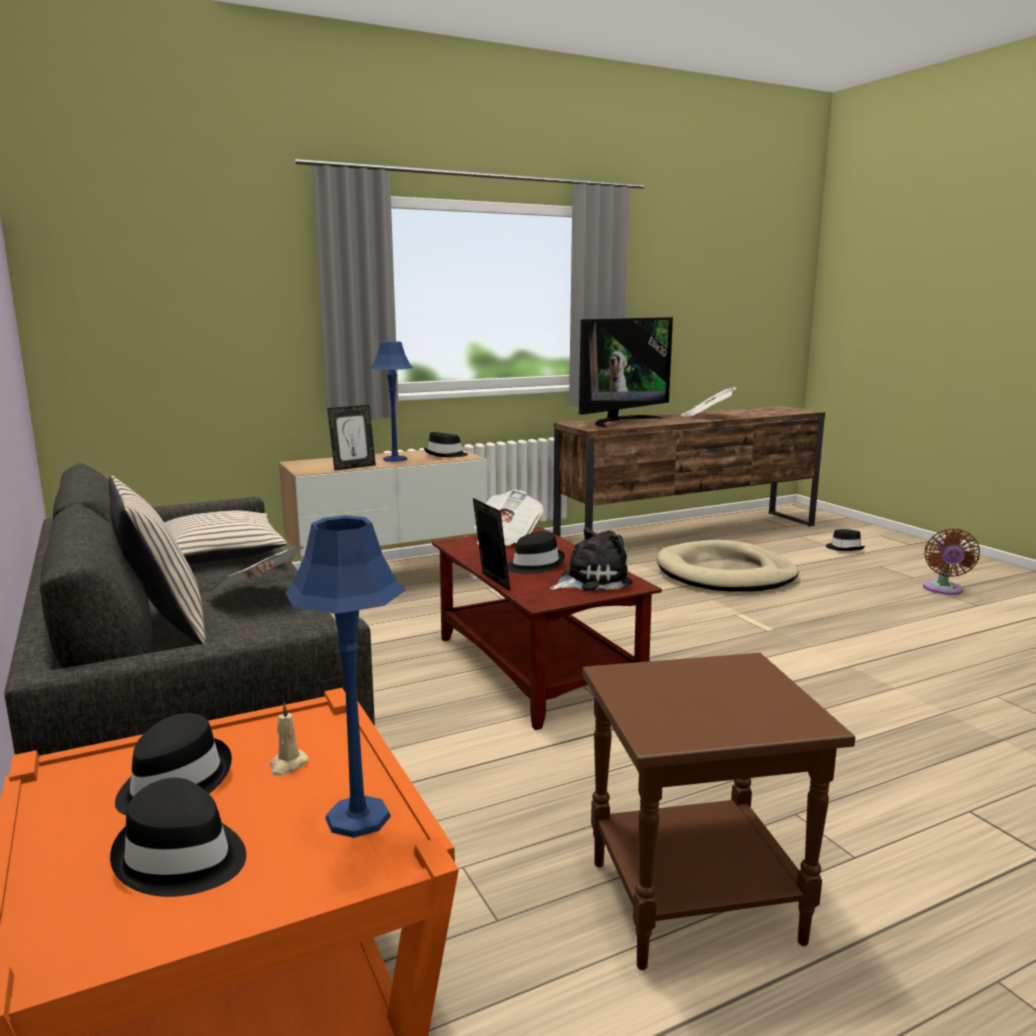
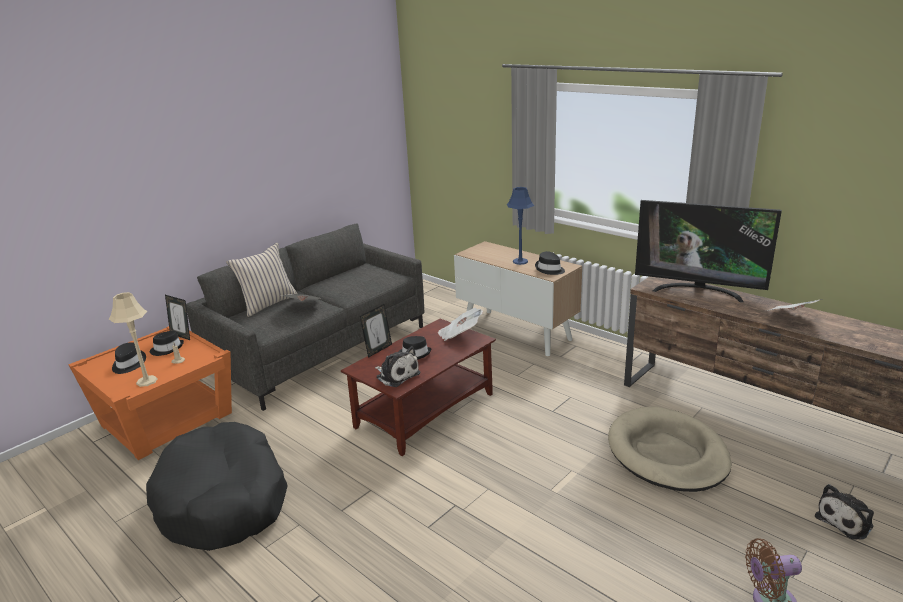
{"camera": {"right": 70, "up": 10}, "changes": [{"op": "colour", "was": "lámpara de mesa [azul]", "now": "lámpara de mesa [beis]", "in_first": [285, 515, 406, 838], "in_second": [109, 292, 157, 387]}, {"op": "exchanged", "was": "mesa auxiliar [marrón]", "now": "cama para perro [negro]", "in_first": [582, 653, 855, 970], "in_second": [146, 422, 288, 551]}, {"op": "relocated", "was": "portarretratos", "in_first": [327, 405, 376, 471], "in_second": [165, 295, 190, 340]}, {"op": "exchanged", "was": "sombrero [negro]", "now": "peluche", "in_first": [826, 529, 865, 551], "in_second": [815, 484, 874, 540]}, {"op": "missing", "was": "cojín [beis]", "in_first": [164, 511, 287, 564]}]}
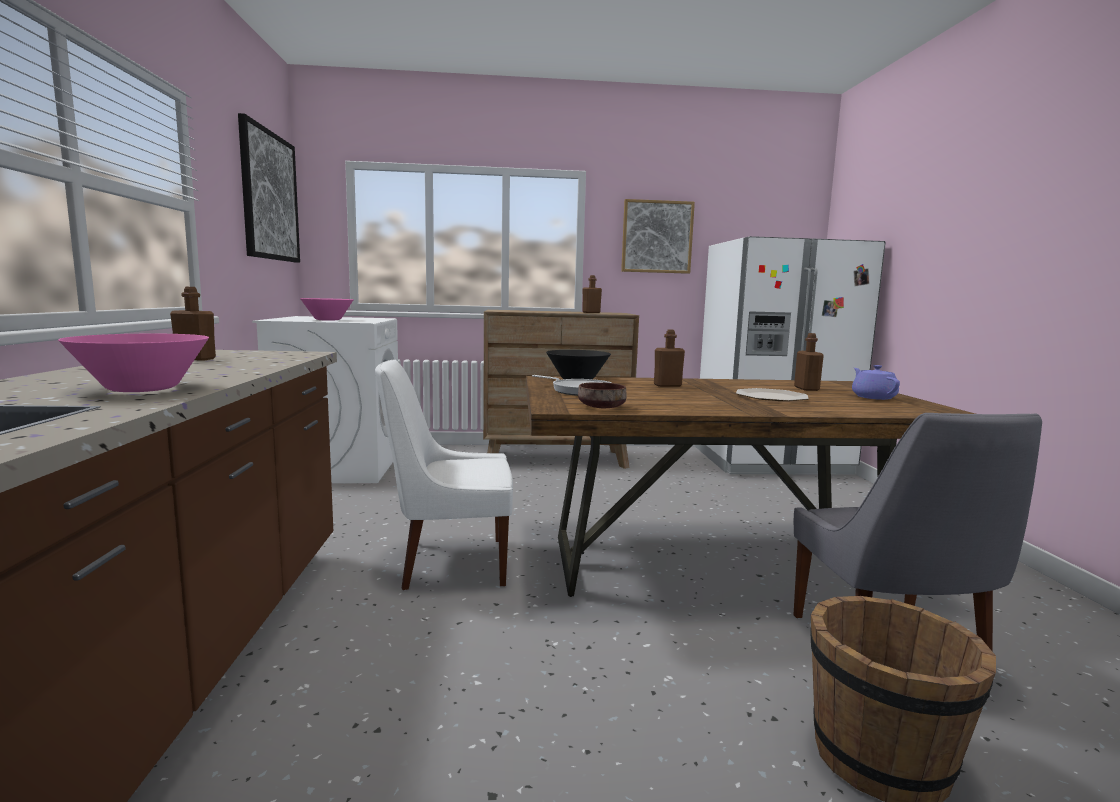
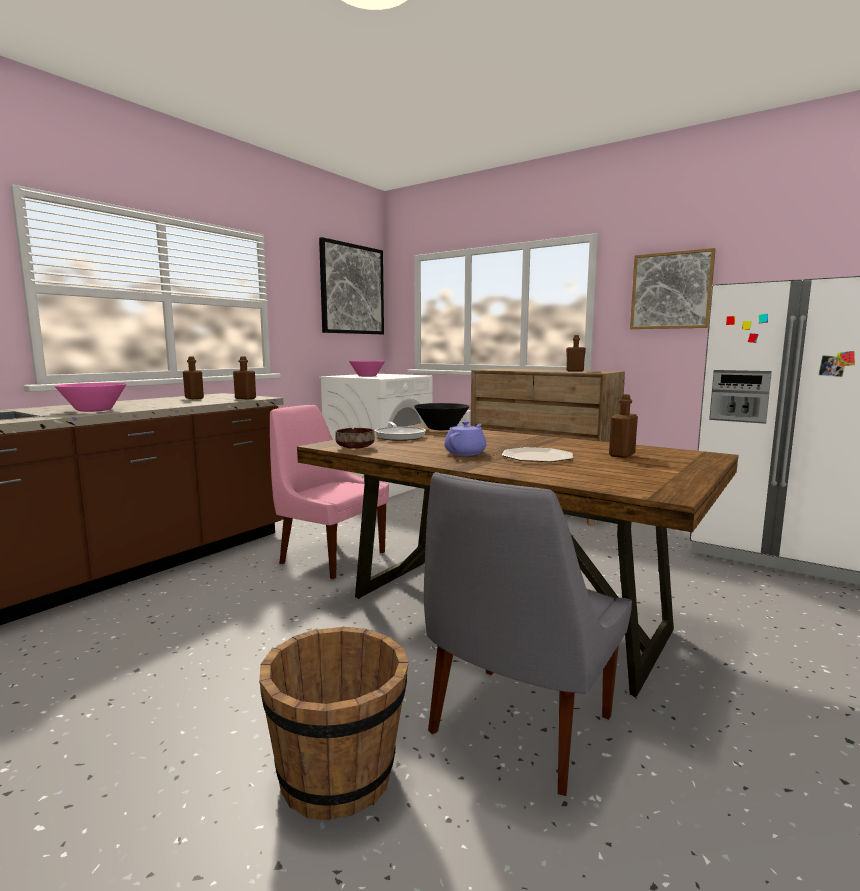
{"camera": {"right": 40, "up": 0}, "changes": [{"op": "relocated", "was": "botella [marrón]", "in_first": [654, 330, 685, 387], "in_second": [233, 357, 256, 400]}, {"op": "colour", "was": "silla [blanco]", "now": "silla [rosa]", "in_first": [375, 359, 513, 590], "in_second": [270, 405, 389, 579]}, {"op": "relocated", "was": "tetera [morado]", "in_first": [852, 365, 900, 400], "in_second": [444, 421, 486, 456]}]}
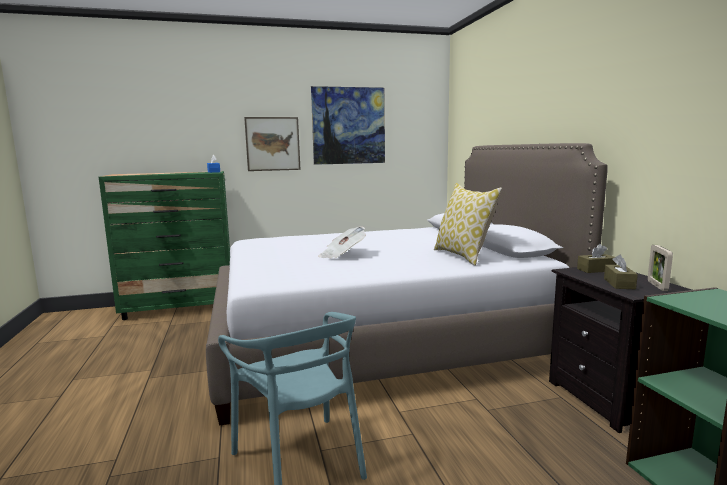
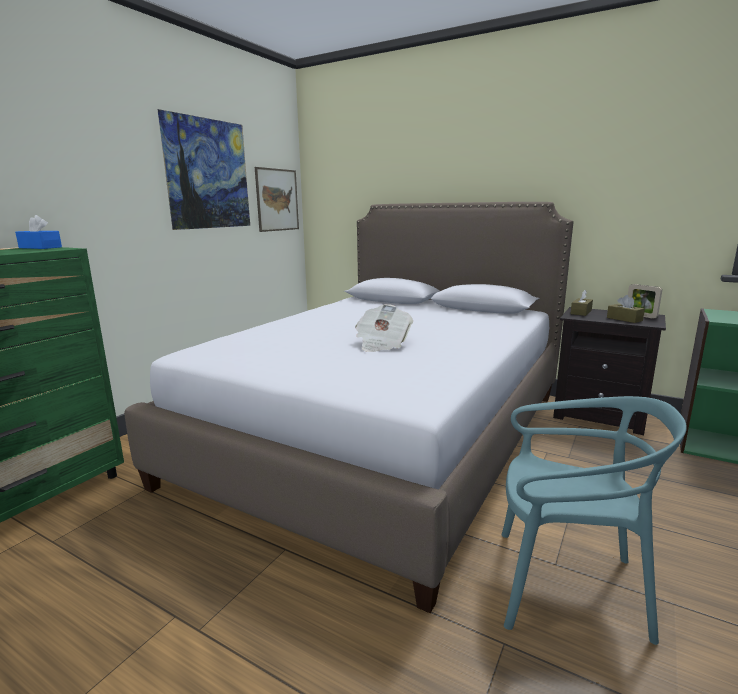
{"camera": {"right": -45, "up": 5}, "changes": [{"op": "relocated", "was": "cuadro", "in_first": [244, 117, 301, 171], "in_second": [255, 167, 299, 232]}, {"op": "missing", "was": "cojín", "in_first": [434, 183, 502, 266]}]}
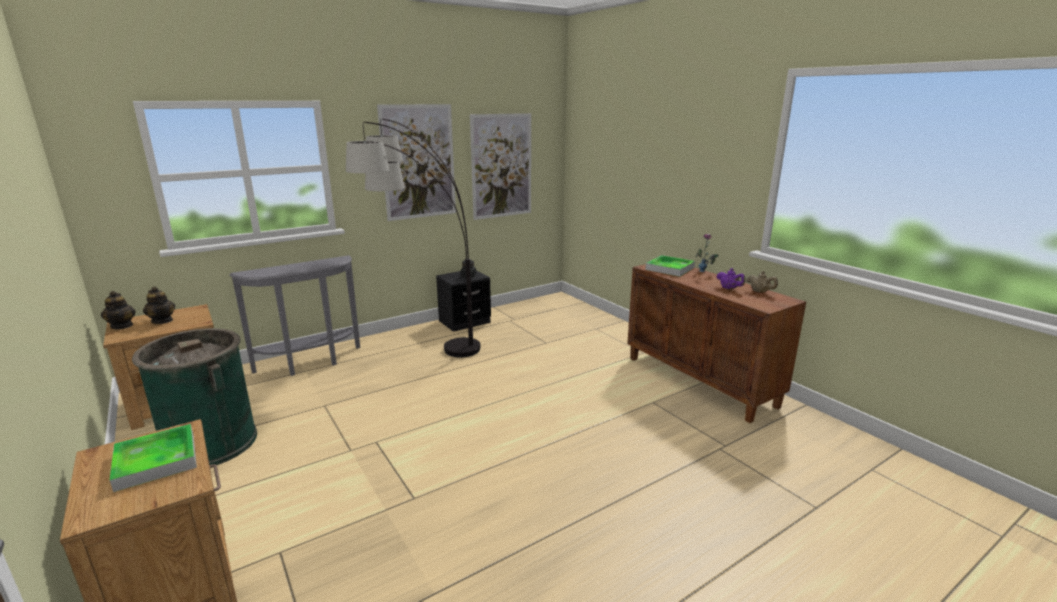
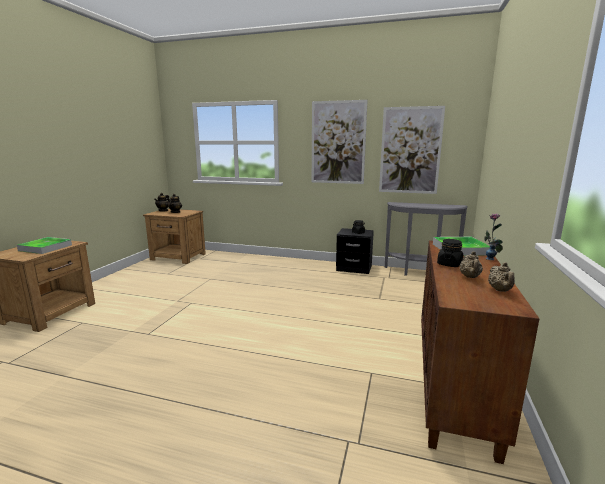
{"camera": {"right": 50, "up": -5}, "changes": [{"op": "relocated", "was": "mesa consola [gris]", "in_first": [229, 255, 360, 376], "in_second": [385, 202, 468, 276]}, {"op": "appeared", "now": "tarro [negro]", "in_second": [437, 239, 463, 267]}, {"op": "colour", "was": "tetera [morado]", "now": "tetera [beis]", "in_first": [716, 268, 745, 289], "in_second": [459, 251, 483, 278]}, {"op": "missing", "was": "papelera [verde]", "in_first": [132, 328, 257, 465]}, {"op": "missing", "was": "lámpara de pie", "in_first": [346, 119, 481, 357]}]}
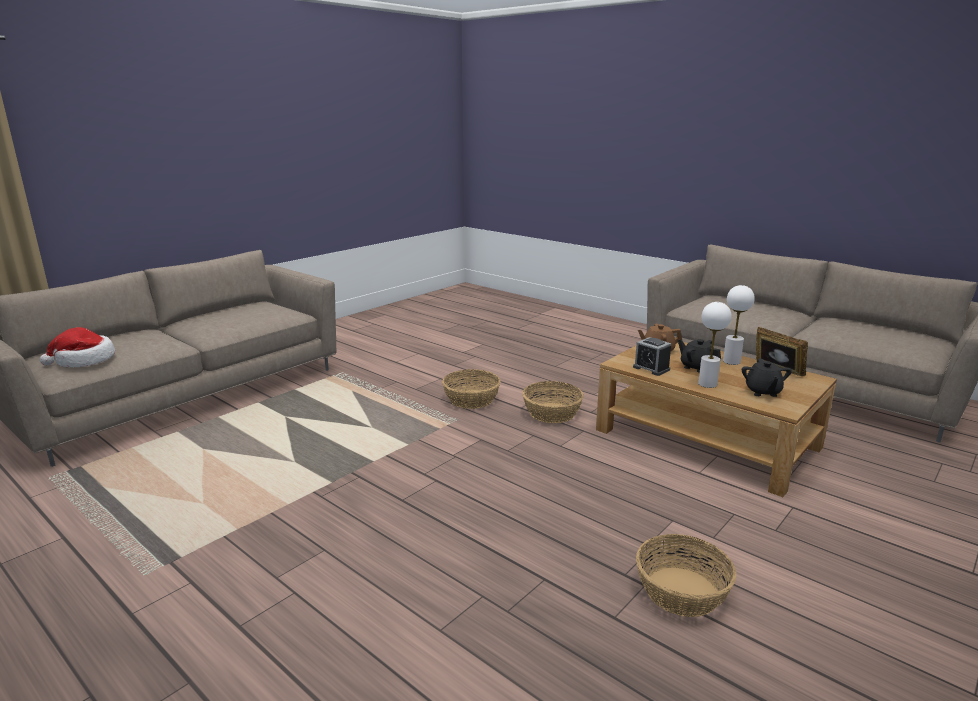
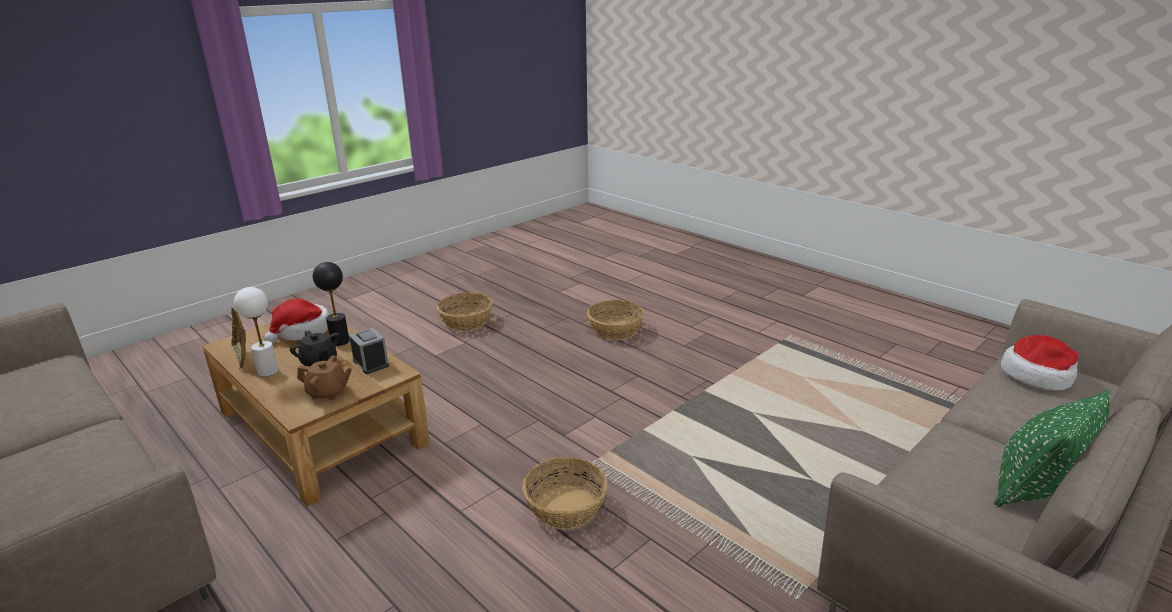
{"camera": {"right": -175, "up": 5}, "changes": [{"op": "exchanged", "was": "tetera [negro]", "now": "sombrero", "in_first": [742, 359, 792, 397], "in_second": [263, 298, 330, 344]}, {"op": "colour", "was": "lámpara de mesa [blanco]", "now": "lámpara de mesa [negro]", "in_first": [698, 302, 732, 388], "in_second": [313, 262, 350, 346]}, {"op": "relocated", "was": "cesta", "in_first": [522, 381, 584, 423], "in_second": [587, 300, 644, 340]}, {"op": "appeared", "now": "cojín [verde]", "in_second": [994, 390, 1110, 507]}]}
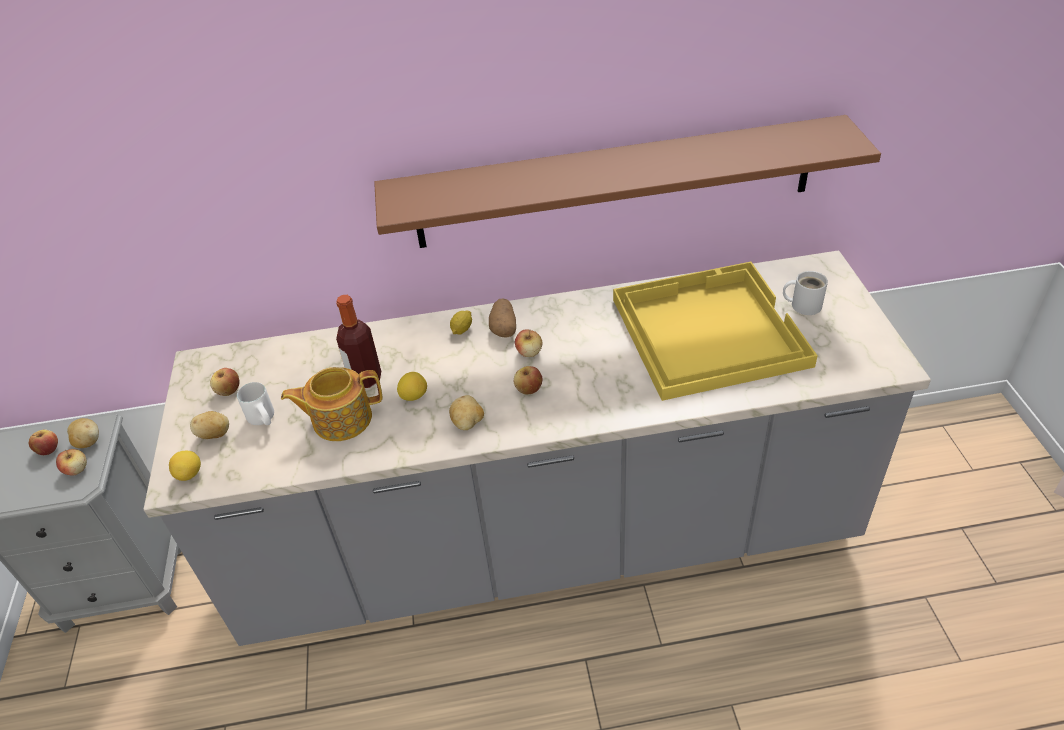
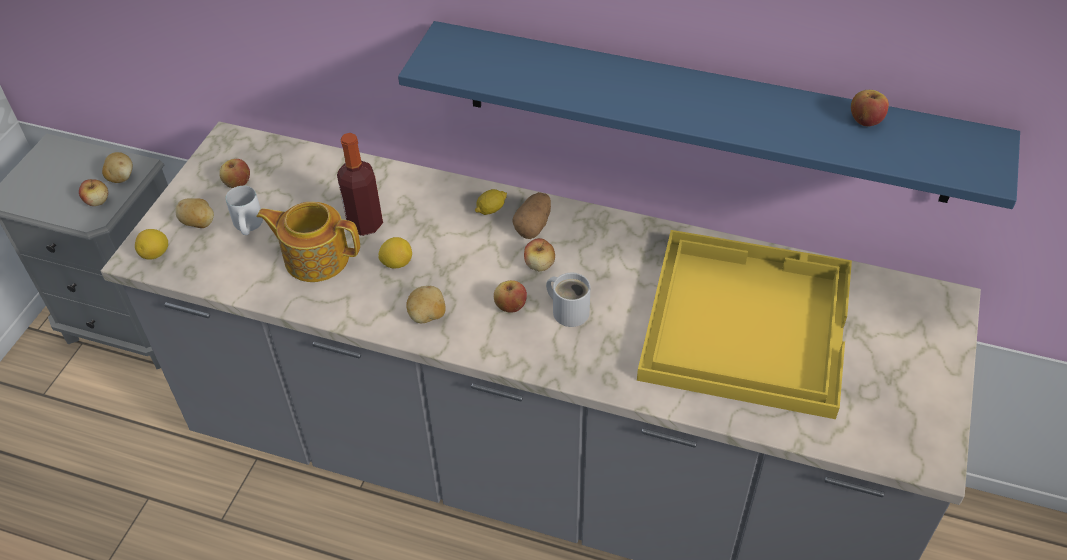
{"camera": {"right": 25, "up": 5}, "changes": [{"op": "colour", "was": "estante [marrón]", "now": "estante [azul]", "in_first": [374, 115, 881, 248], "in_second": [398, 21, 1020, 209]}, {"op": "relocated", "was": "taza grande [blanco]", "in_first": [783, 271, 828, 315], "in_second": [546, 273, 590, 327]}, {"op": "relocated", "was": "manzana", "in_first": [29, 429, 58, 455], "in_second": [851, 90, 889, 127]}]}
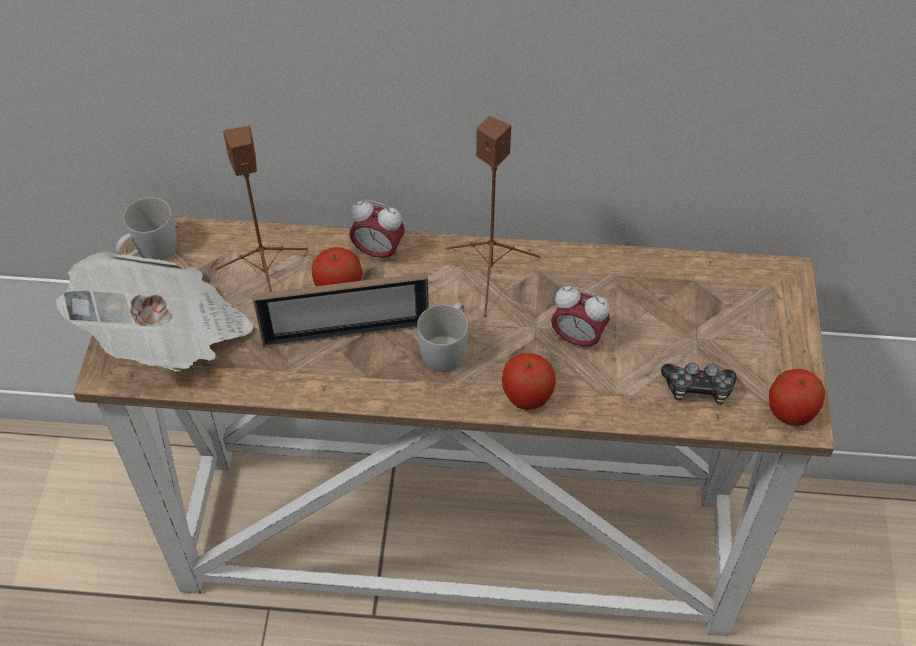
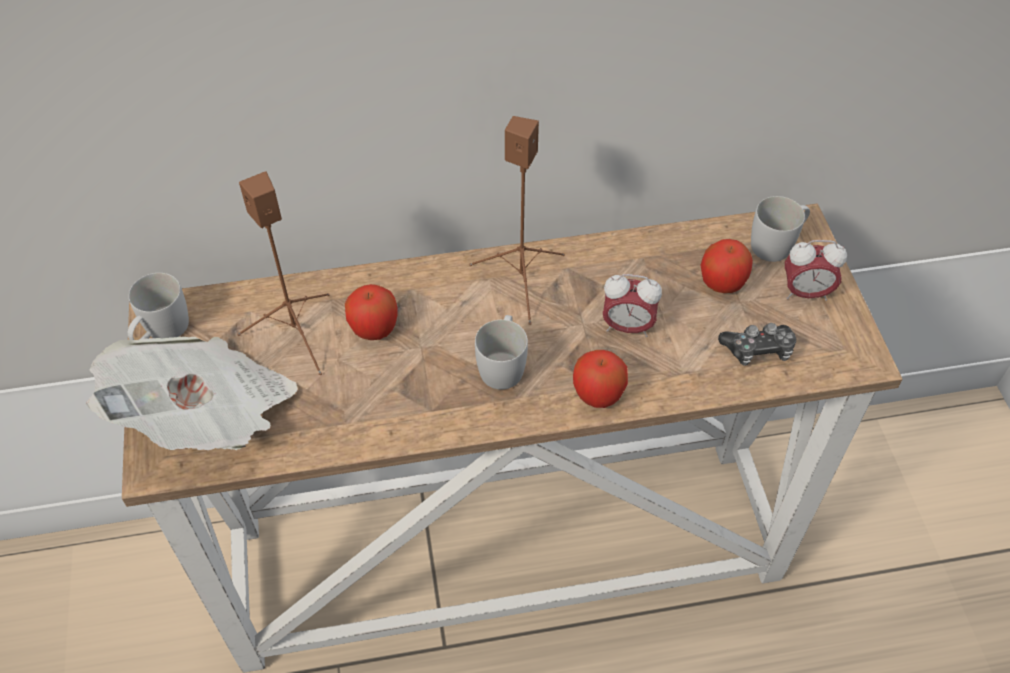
{"camera": {"right": -15, "up": 0}, "changes": [{"op": "relocated", "was": "manzana", "in_first": [769, 369, 825, 426], "in_second": [700, 239, 753, 293]}, {"op": "appeared", "now": "taza grande [blanco]", "in_second": [751, 196, 810, 262]}, {"op": "relocated", "was": "despertador", "in_first": [349, 200, 405, 263], "in_second": [785, 240, 847, 301]}, {"op": "missing", "was": "portarretratos", "in_first": [252, 273, 429, 348]}]}
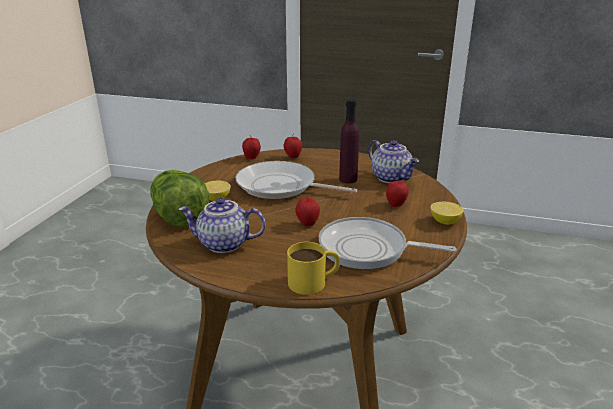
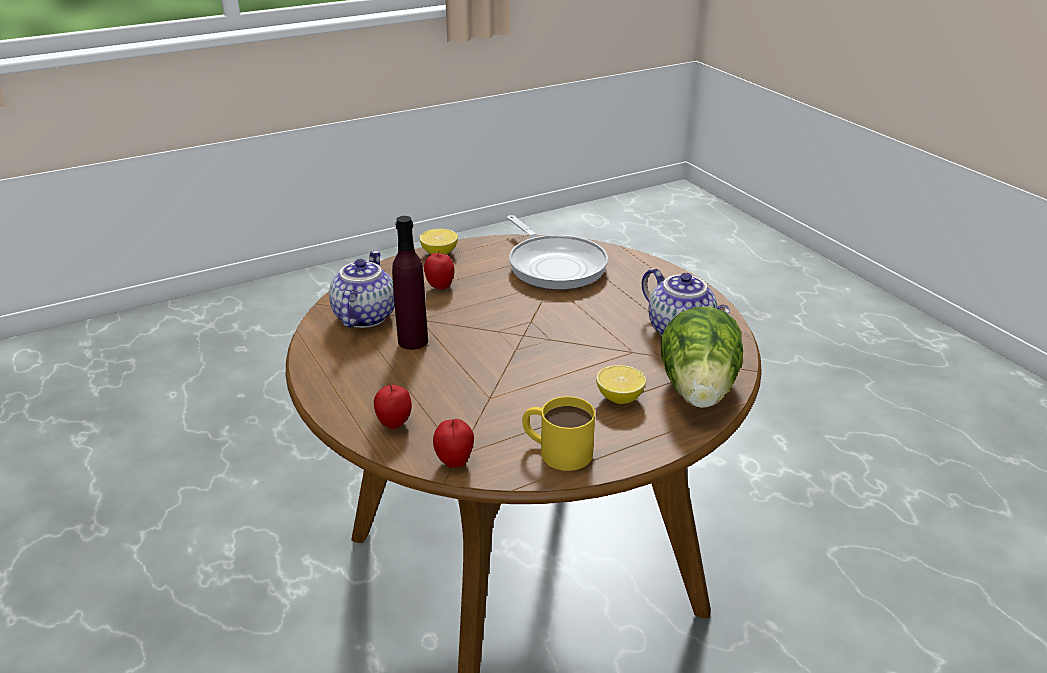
{"camera": {"right": -135, "up": 5}, "changes": [{"op": "relocated", "was": "taza grande [amarillo]", "in_first": [287, 242, 340, 295], "in_second": [522, 396, 595, 471]}, {"op": "missing", "was": "sartén", "in_first": [236, 161, 357, 199]}, {"op": "missing", "was": "manzana", "in_first": [295, 195, 320, 226]}]}
